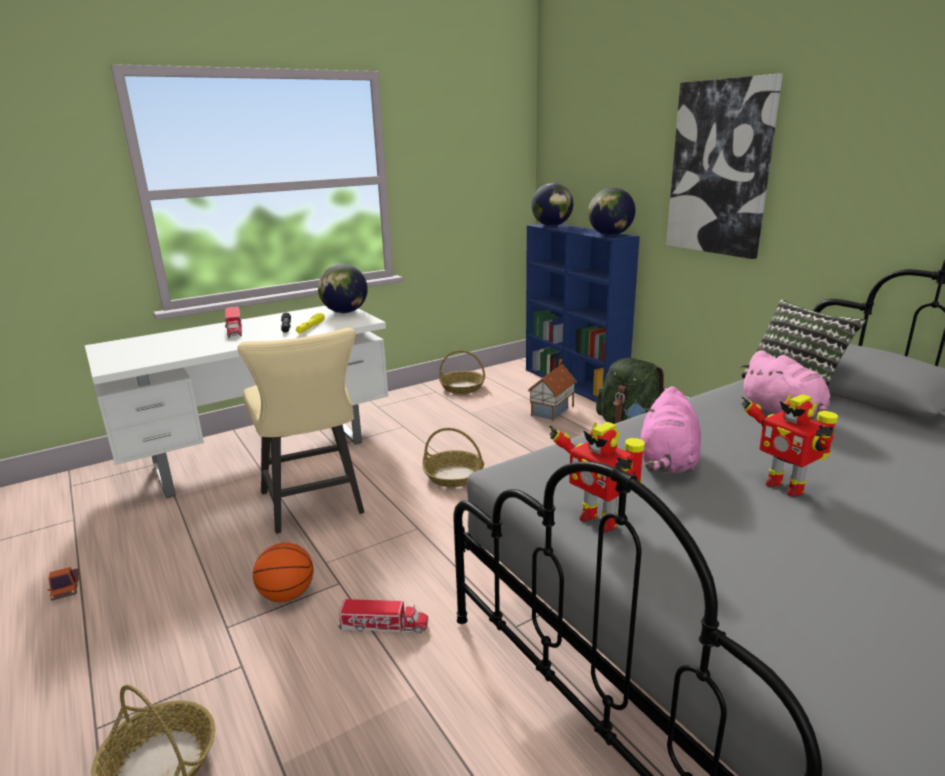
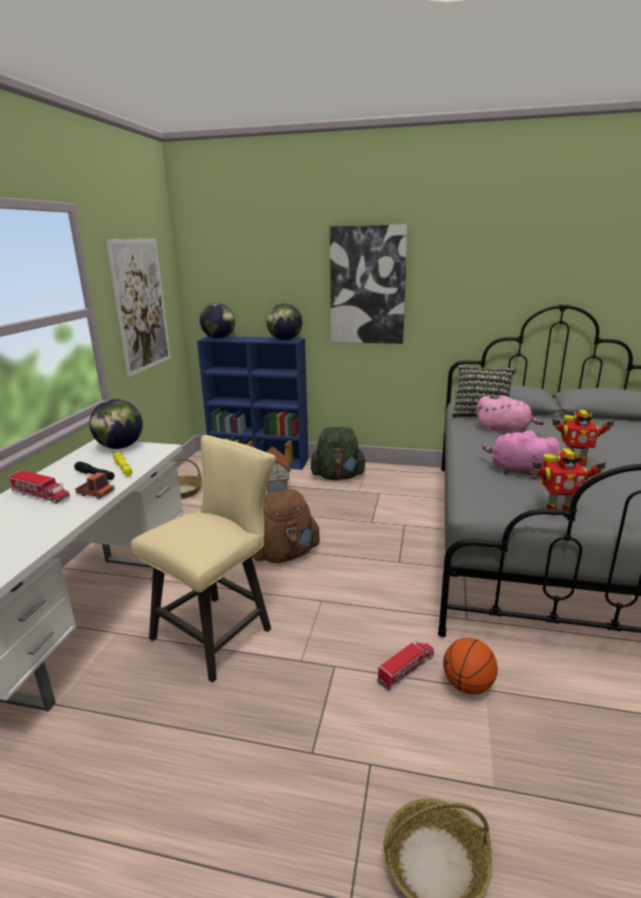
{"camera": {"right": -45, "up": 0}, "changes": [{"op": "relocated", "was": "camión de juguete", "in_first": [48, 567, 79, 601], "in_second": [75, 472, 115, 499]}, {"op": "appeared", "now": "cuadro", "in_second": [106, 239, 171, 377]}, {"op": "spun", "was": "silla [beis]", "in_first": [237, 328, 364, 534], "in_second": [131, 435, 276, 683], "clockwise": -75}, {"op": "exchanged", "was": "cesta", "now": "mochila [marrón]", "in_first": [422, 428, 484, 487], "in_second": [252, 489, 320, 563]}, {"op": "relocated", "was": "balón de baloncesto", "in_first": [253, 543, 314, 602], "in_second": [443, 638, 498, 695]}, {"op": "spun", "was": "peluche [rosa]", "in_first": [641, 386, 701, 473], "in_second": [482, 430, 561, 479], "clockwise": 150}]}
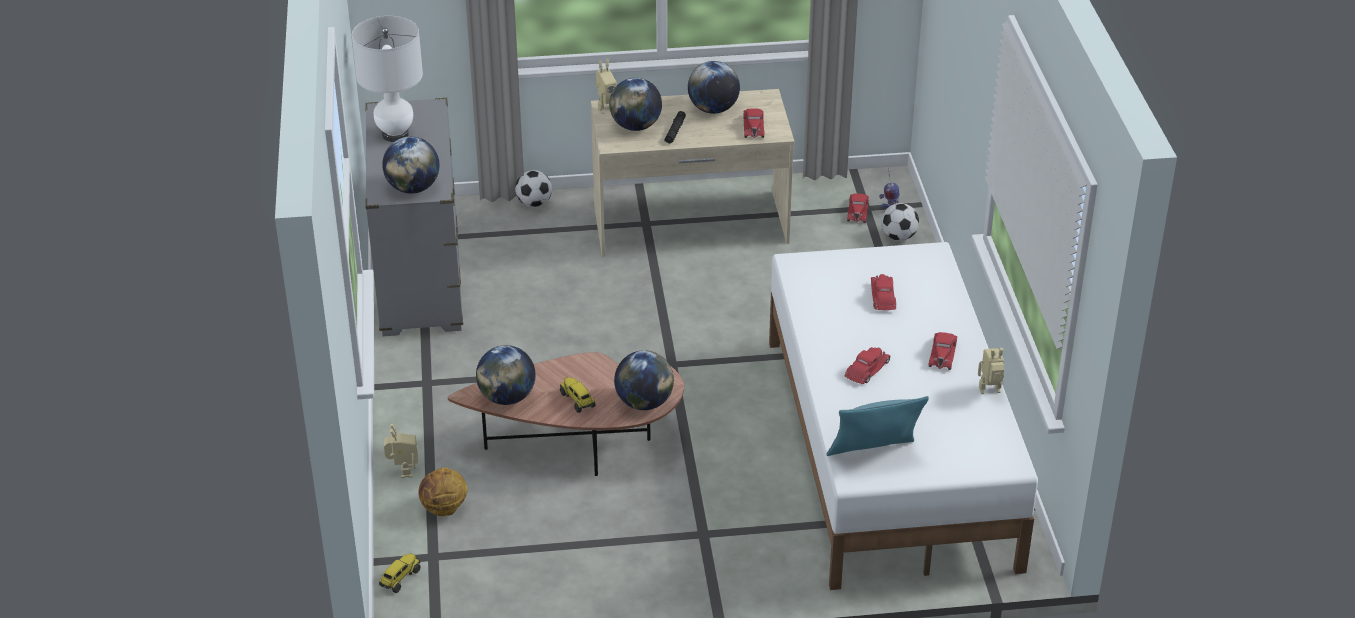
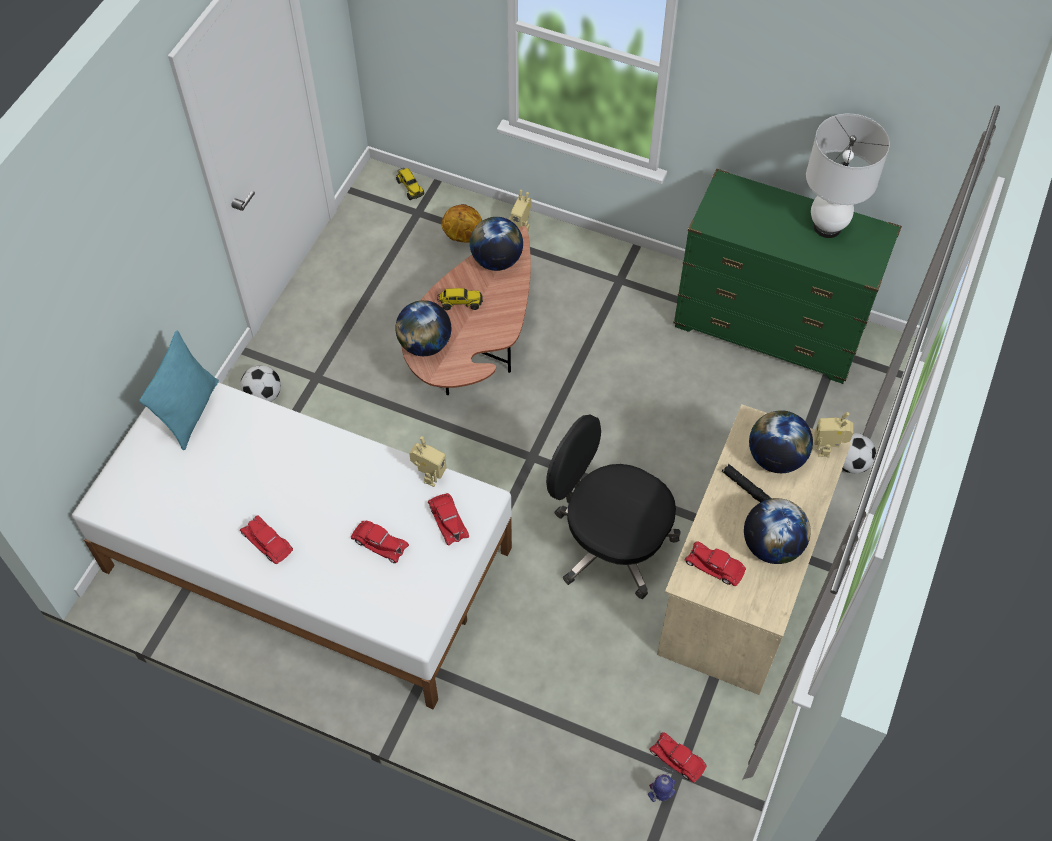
{"camera": {"right": 120, "up": 20}, "changes": [{"op": "relocated", "was": "balón de fútbol", "in_first": [881, 203, 919, 241], "in_second": [240, 365, 281, 402]}, {"op": "relocated", "was": "robot de juguete", "in_first": [978, 348, 1004, 394], "in_second": [409, 436, 446, 487]}, {"op": "relocated", "was": "coche de juguete [rojo]", "in_first": [844, 347, 891, 384], "in_second": [428, 493, 469, 545]}, {"op": "appeared", "now": "silla de oficina [negro]", "in_second": [546, 414, 681, 599]}, {"op": "colour", "was": "cómoda [gris]", "now": "cómoda [verde]", "in_first": [365, 98, 463, 336], "in_second": [673, 169, 902, 384]}, {"op": "missing", "was": "globo terráqueo", "in_first": [382, 137, 440, 194]}]}
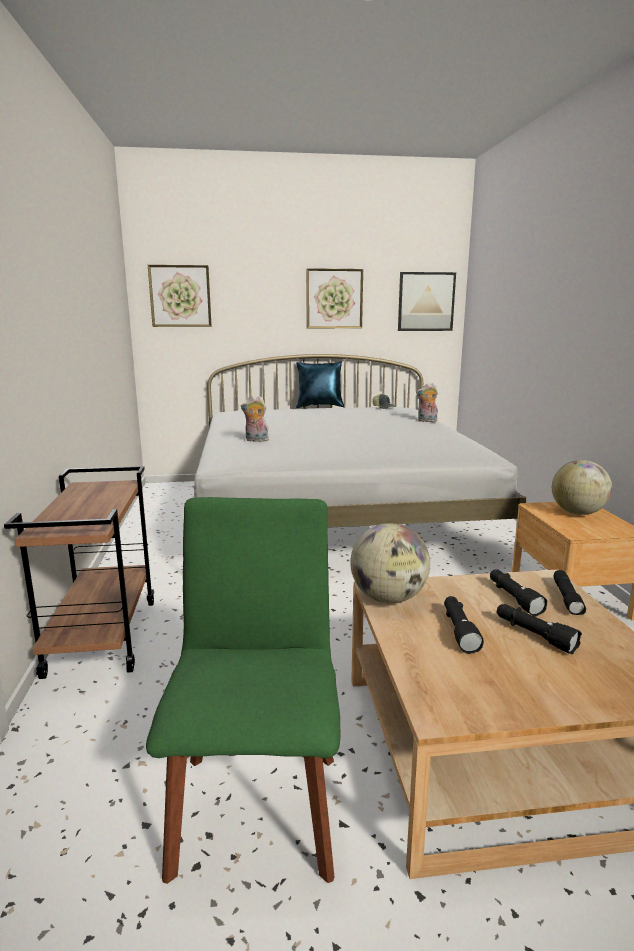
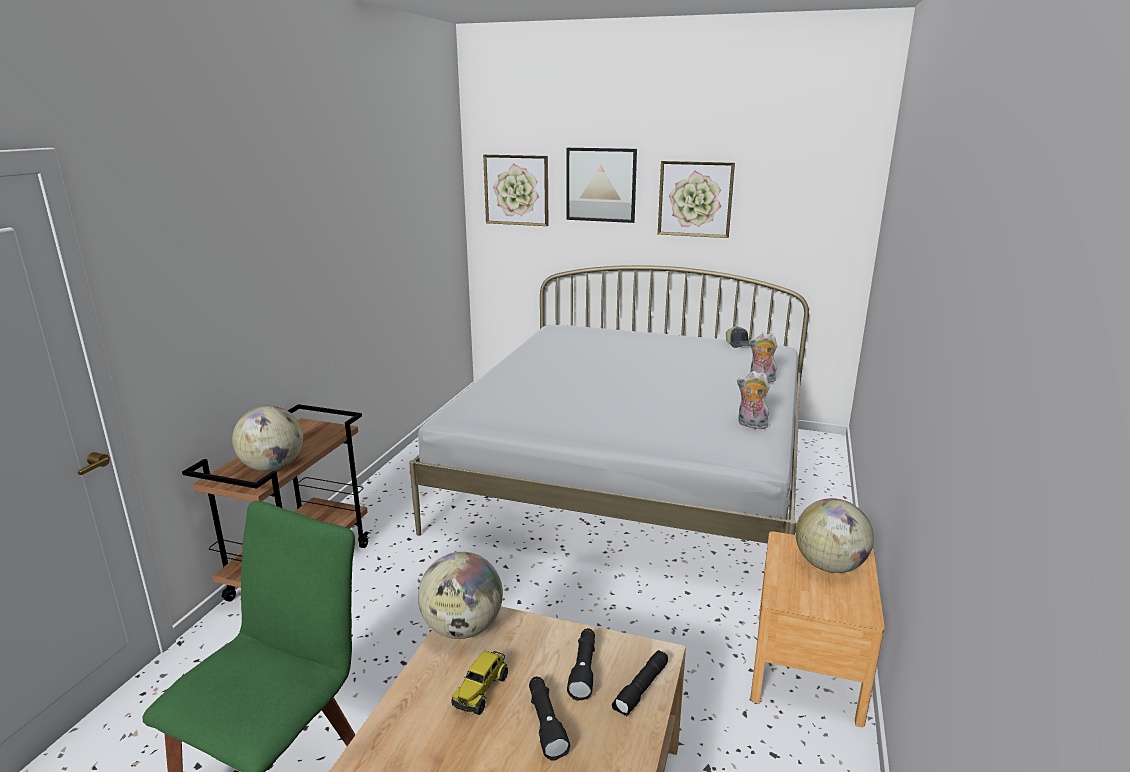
{"camera": {"right": 25, "up": 5}, "changes": [{"op": "appeared", "now": "globo terráqueo", "in_second": [232, 406, 303, 471]}, {"op": "exchanged", "was": "linterna [negro]", "now": "camión de juguete", "in_first": [444, 596, 484, 654], "in_second": [451, 651, 508, 715]}, {"op": "relocated", "was": "cuadro", "in_first": [398, 272, 456, 331], "in_second": [567, 148, 637, 223]}, {"op": "relocated", "was": "peluche", "in_first": [241, 396, 269, 442], "in_second": [737, 371, 770, 429]}, {"op": "missing", "was": "cojín [azul]", "in_first": [296, 361, 344, 408]}]}
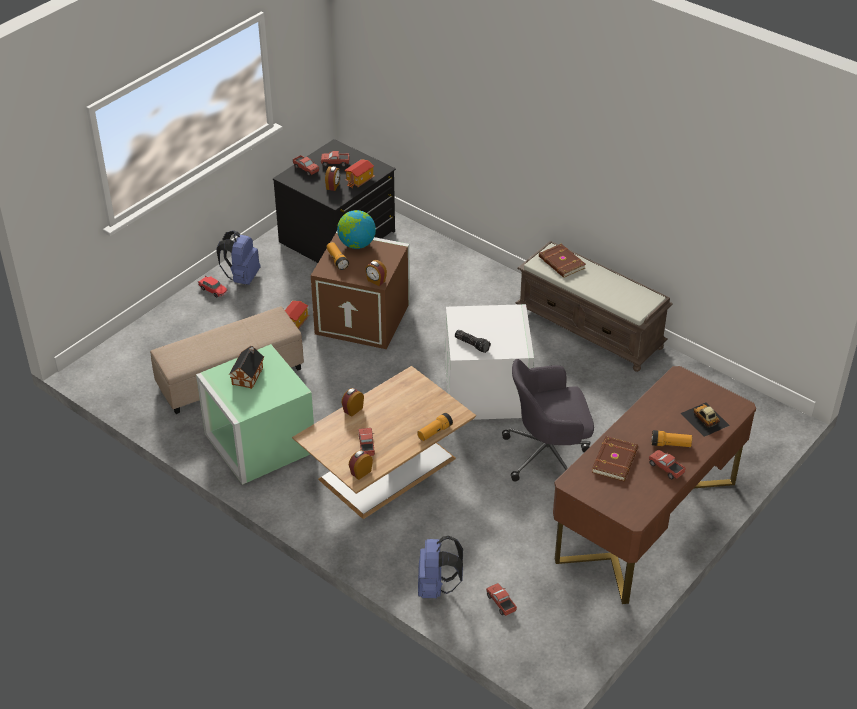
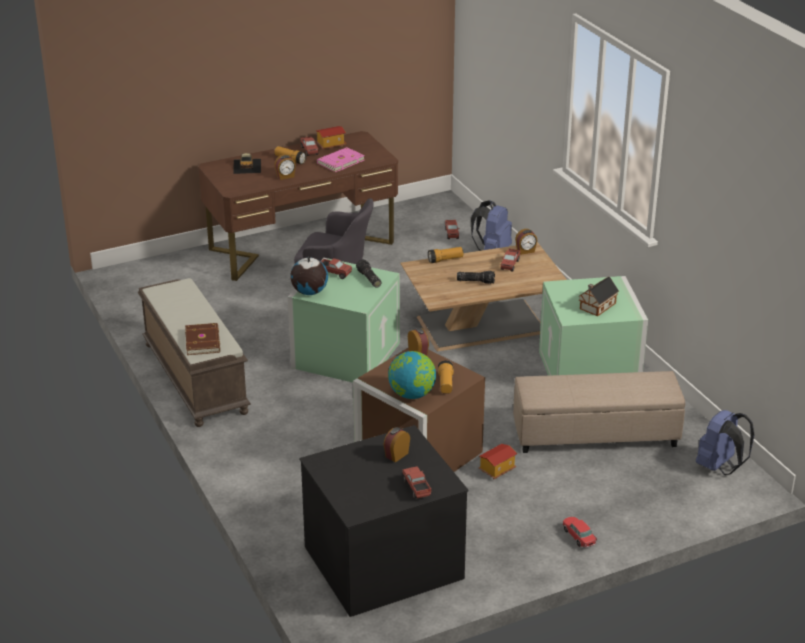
{"camera": {"right": -155, "up": -10}, "changes": [{"op": "relocated", "was": "despertador", "in_first": [341, 388, 364, 417], "in_second": [274, 154, 296, 180]}, {"op": "colour", "was": "caja de almacenaje [blanco]", "now": "caja de almacenaje [verde]", "in_first": [445, 304, 534, 420], "in_second": [288, 258, 400, 383]}, {"op": "appeared", "now": "globo terráqueo", "in_second": [290, 256, 328, 295]}, {"op": "relocated", "was": "casita", "in_first": [344, 159, 375, 188], "in_second": [316, 126, 346, 150]}, {"op": "colour", "was": "libro [marrón]", "now": "libro [rosa]", "in_first": [592, 436, 638, 481], "in_second": [317, 147, 365, 172]}, {"op": "relocated", "was": "camión de juguete", "in_first": [321, 151, 350, 167], "in_second": [321, 258, 352, 279]}, {"op": "appeared", "now": "linterna", "in_second": [457, 271, 495, 284]}, {"op": "relocated", "was": "mochila [azul]", "in_first": [217, 230, 261, 285], "in_second": [696, 410, 755, 475]}]}
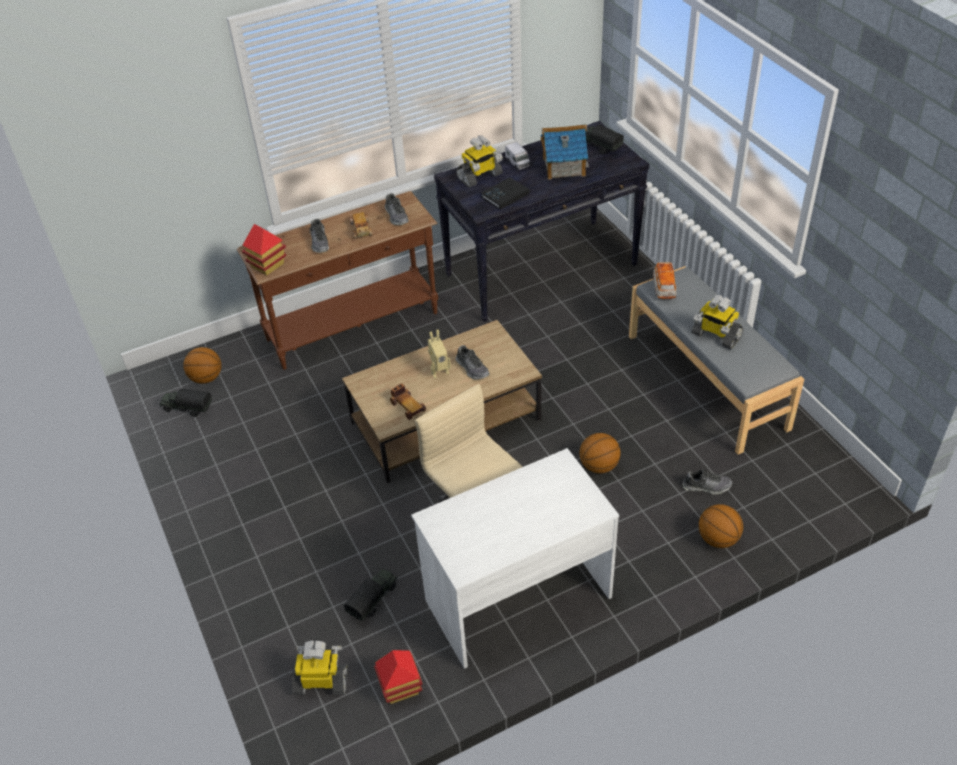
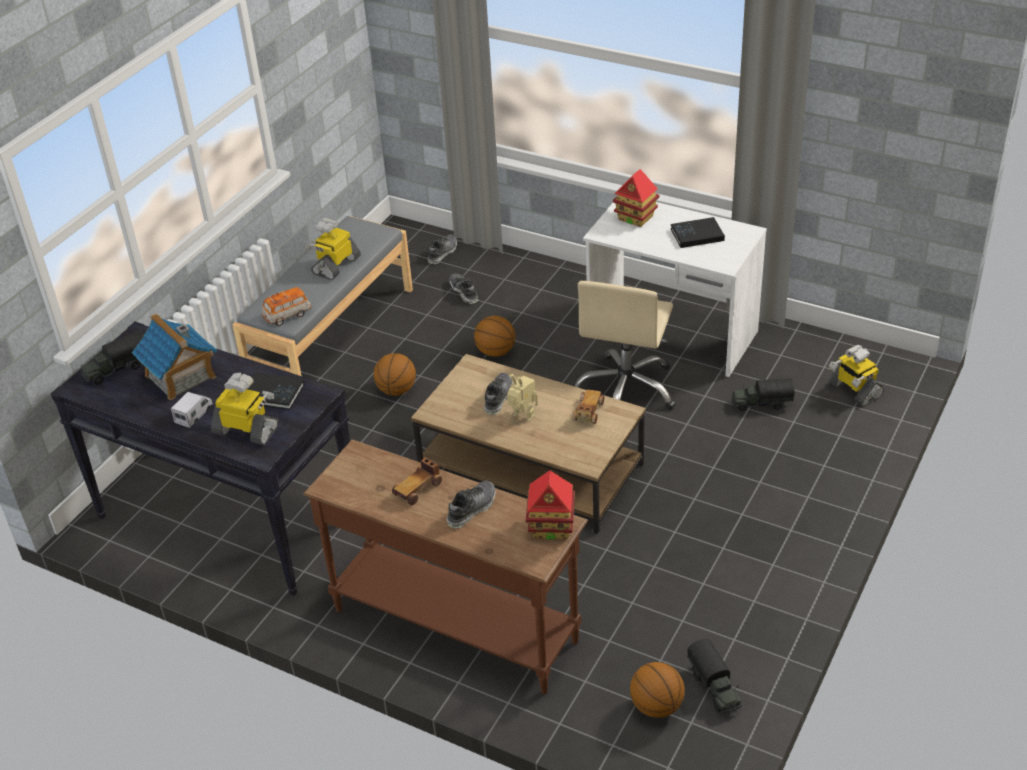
{"camera": {"right": -125, "up": -5}, "changes": [{"op": "spun", "was": "camión de juguete", "in_first": [585, 125, 624, 155], "in_second": [81, 331, 143, 385], "clockwise": 45}, {"op": "spun", "was": "robot de juguete", "in_first": [691, 295, 744, 349], "in_second": [305, 218, 361, 280], "clockwise": -150}, {"op": "relocated", "was": "balón de baloncesto", "in_first": [699, 504, 743, 548], "in_second": [374, 353, 416, 396]}, {"op": "relocated", "was": "zapato", "in_first": [385, 193, 409, 225], "in_second": [427, 234, 457, 264]}, {"op": "relocated", "was": "casita", "in_first": [374, 650, 423, 704], "in_second": [613, 169, 659, 227]}, {"op": "appeared", "now": "libro [negro]", "in_second": [671, 217, 725, 248]}]}
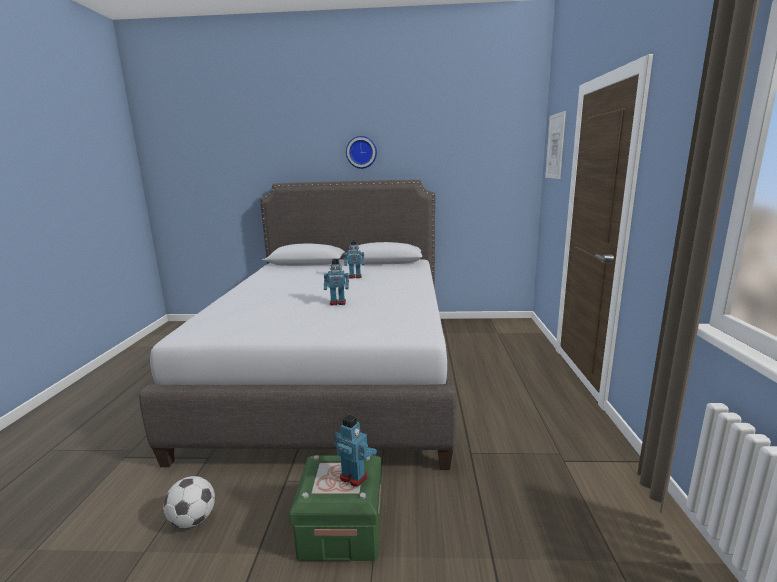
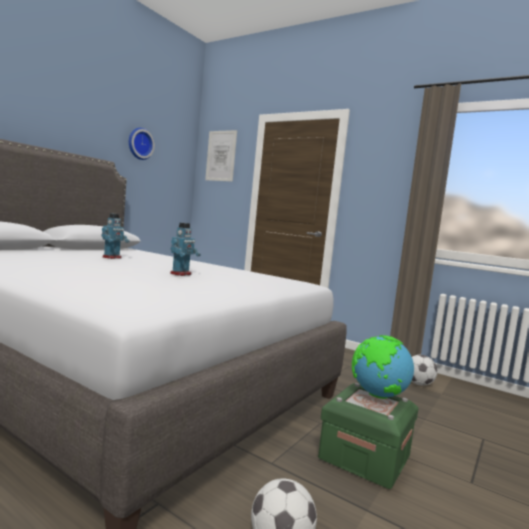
{"camera": {"right": -60, "up": -10}, "changes": [{"op": "relocated", "was": "reloj de pared", "in_first": [346, 136, 377, 169], "in_second": [129, 128, 155, 160]}, {"op": "exchanged", "was": "robot de juguete", "now": "globo terráqueo", "in_first": [334, 415, 377, 487], "in_second": [352, 335, 414, 399]}, {"op": "appeared", "now": "balón de fútbol", "in_second": [412, 355, 438, 386]}]}
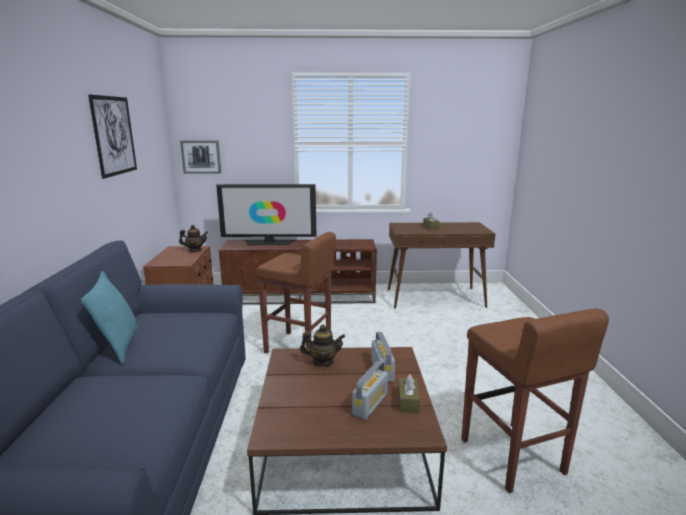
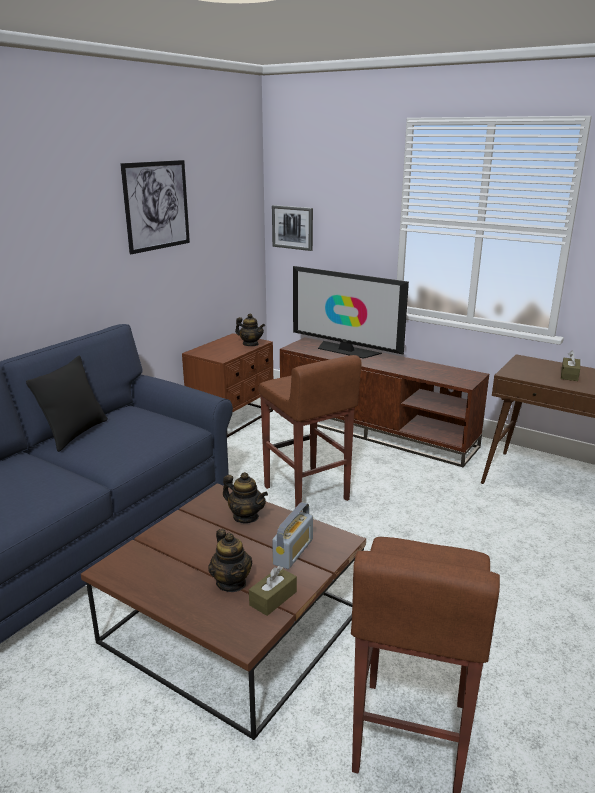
{"camera": {"right": 35, "up": 5}, "changes": [{"op": "colour", "was": "cojín [turquesa]", "now": "cojín [negro]", "in_first": [81, 271, 138, 364], "in_second": [26, 356, 108, 452]}, {"op": "exchanged", "was": "radio", "now": "tetera", "in_first": [352, 361, 388, 420], "in_second": [208, 529, 252, 592]}]}
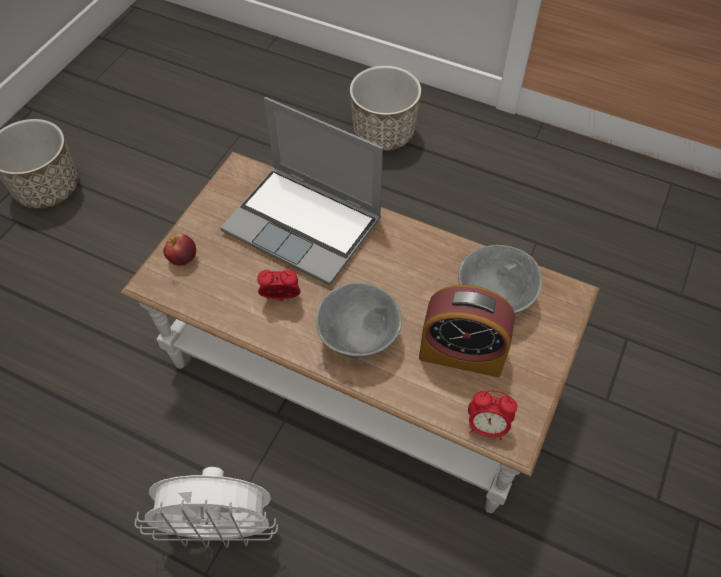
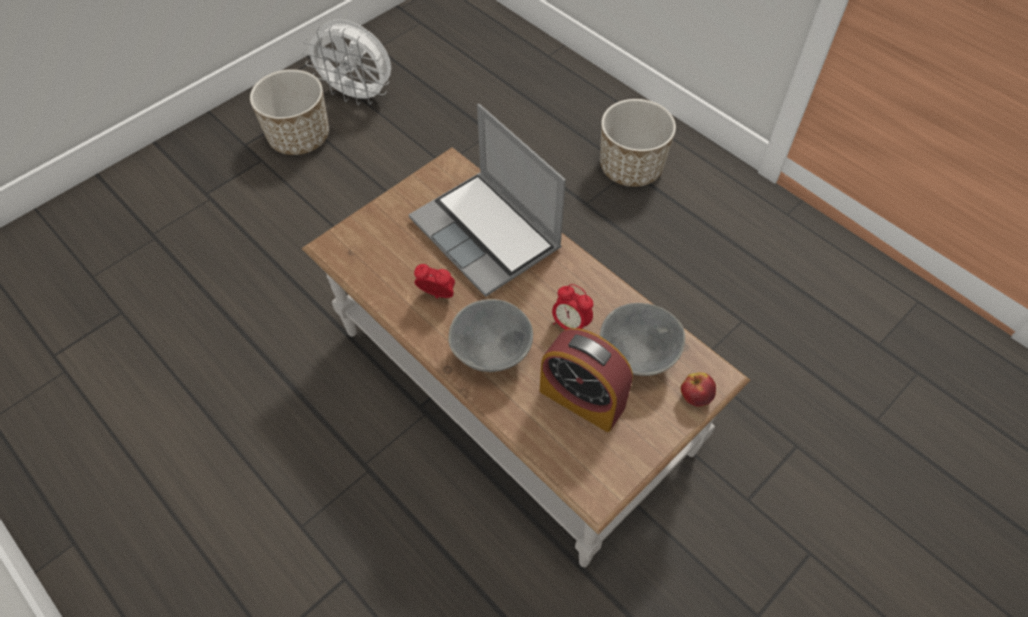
{"camera": {"right": 20, "up": 0}, "changes": [{"op": "relocated", "was": "ventilador [blanco]", "in_first": [135, 467, 278, 549], "in_second": [302, 20, 391, 105]}, {"op": "relocated", "was": "despertador", "in_first": [468, 390, 517, 440], "in_second": [552, 284, 593, 330]}, {"op": "relocated", "was": "manzana", "in_first": [163, 234, 196, 266], "in_second": [681, 372, 716, 407]}]}
